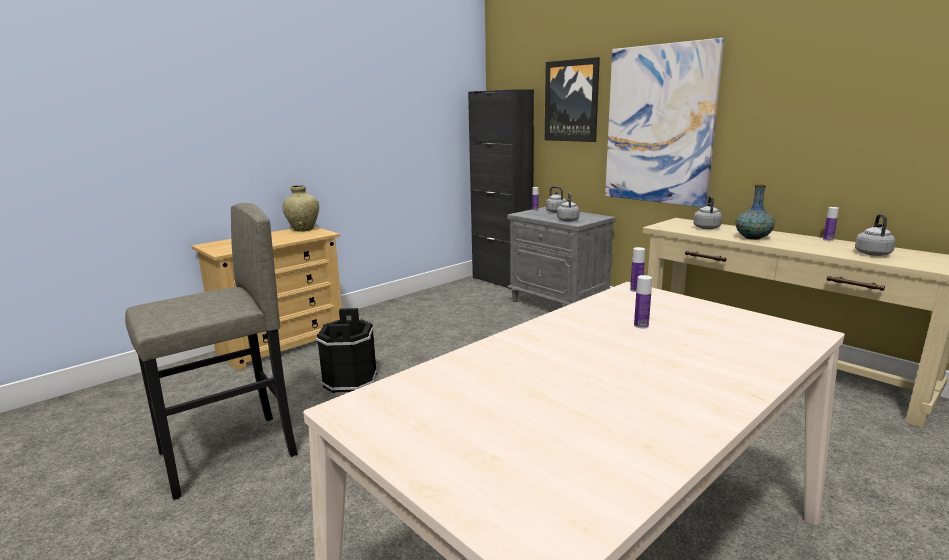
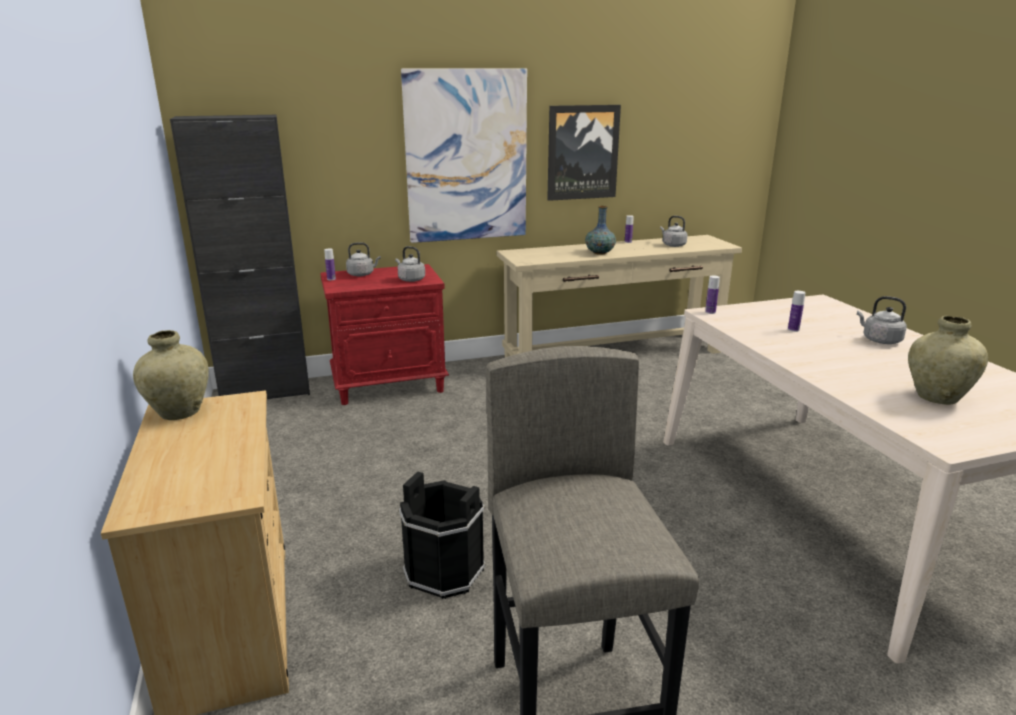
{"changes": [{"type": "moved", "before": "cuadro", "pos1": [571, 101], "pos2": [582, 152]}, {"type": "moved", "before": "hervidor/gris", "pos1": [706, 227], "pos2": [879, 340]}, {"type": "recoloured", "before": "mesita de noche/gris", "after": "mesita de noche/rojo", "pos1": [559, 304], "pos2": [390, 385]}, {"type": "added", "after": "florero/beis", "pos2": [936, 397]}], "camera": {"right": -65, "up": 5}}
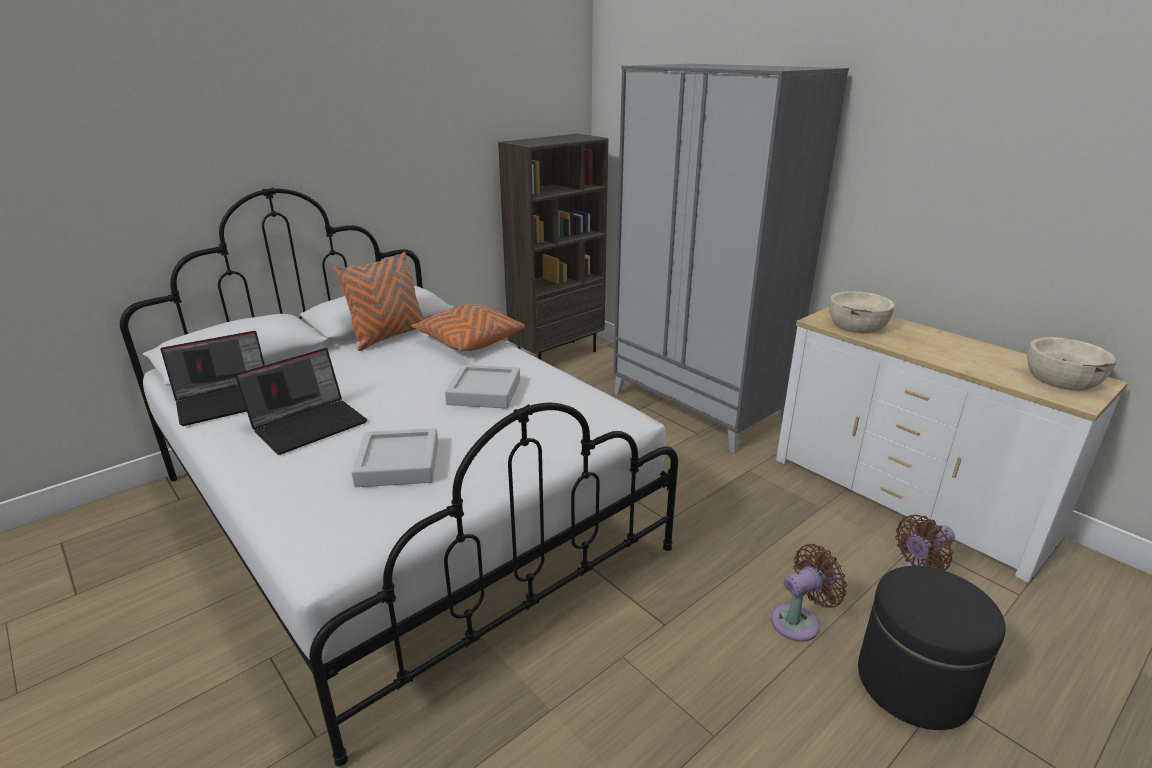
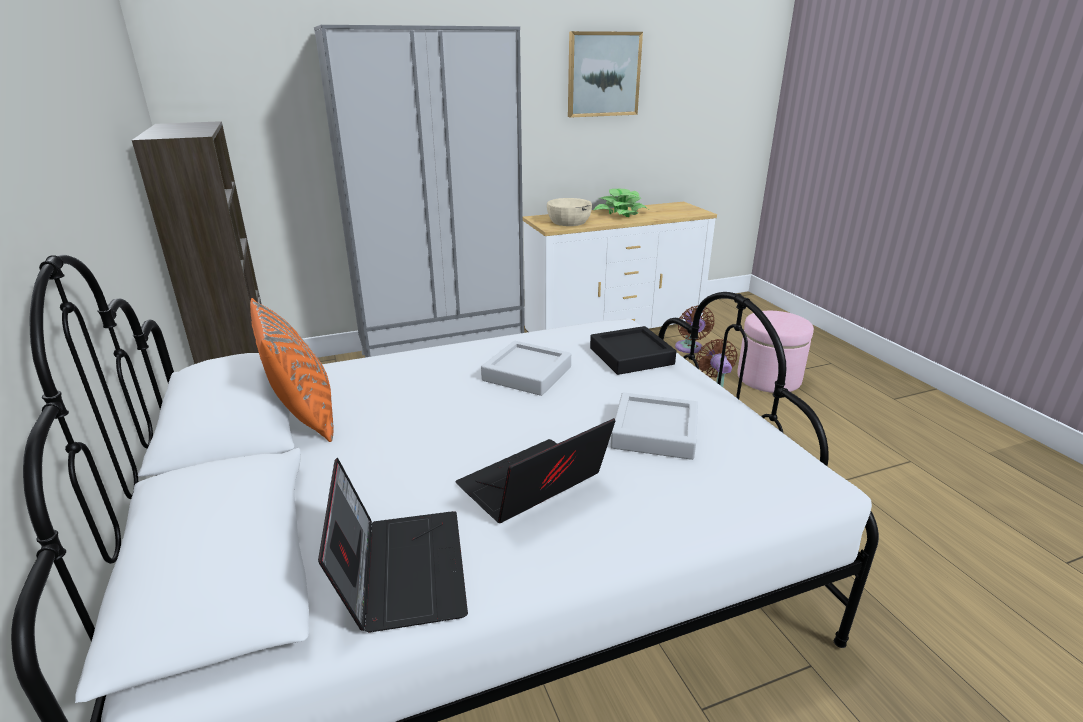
{"changes": [{"type": "removed", "before": "cojín/naranja", "pos1": [468, 341]}, {"type": "removed", "before": "cuenco/beis", "pos1": [1062, 379]}, {"type": "turned", "before": "portátil", "pos1": [309, 424], "pos2": [532, 487], "turn": -105}, {"type": "recoloured", "before": "puf/negro", "after": "puf/rosa", "pos1": [914, 683], "pos2": [768, 378]}, {"type": "added", "after": "cuadro", "pos2": [603, 74]}, {"type": "added", "after": "planta en maceta", "pos2": [620, 213]}, {"type": "added", "after": "bandeja/negro", "pos2": [631, 356]}], "camera": {"right": -70, "up": 0}}
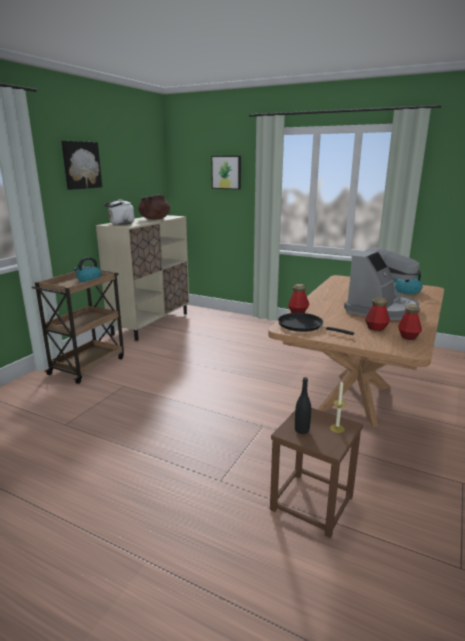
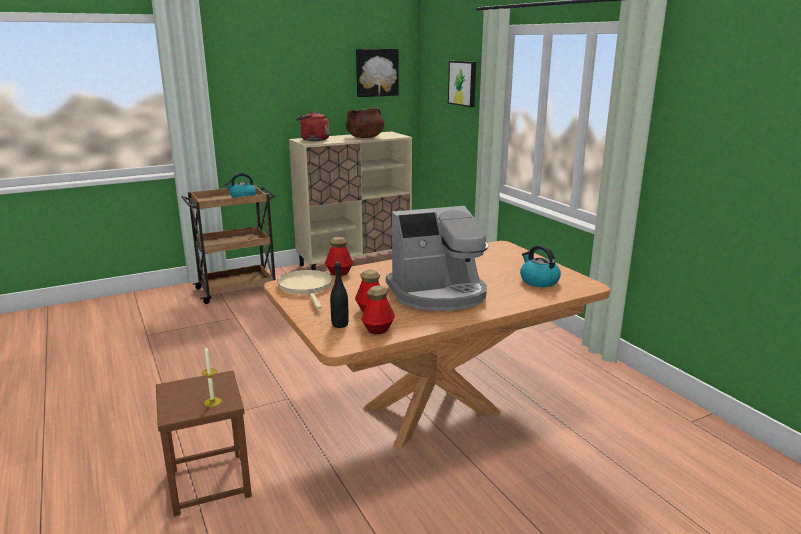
{"changes": [{"type": "moved", "before": "cuadro", "pos1": [81, 165], "pos2": [376, 72]}, {"type": "recoloured", "before": "hervidor/blanco", "after": "hervidor/rojo", "pos1": [120, 224], "pos2": [313, 140]}, {"type": "recoloured", "before": "sartén/negro", "after": "sartén/beis", "pos1": [303, 326], "pos2": [306, 287]}, {"type": "moved", "before": "botella/negro", "pos1": [301, 430], "pos2": [340, 324]}], "camera": {"right": 35, "up": 0}}
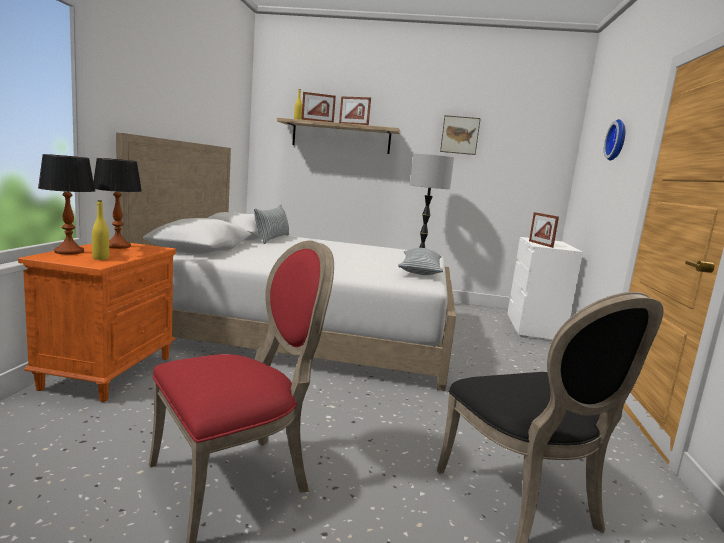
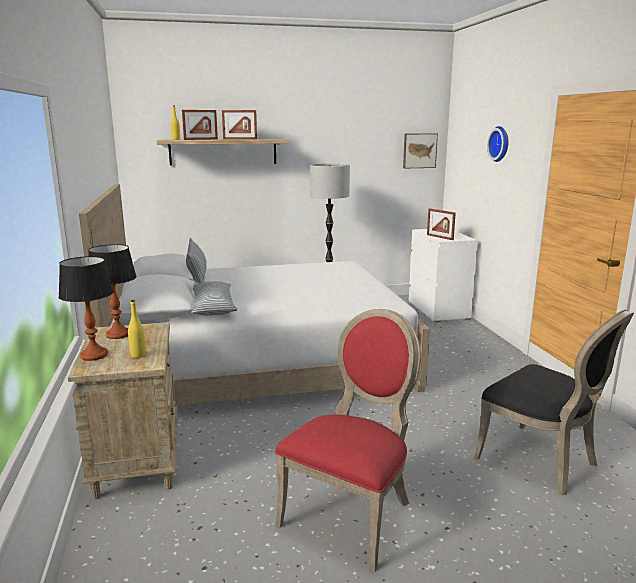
{"changes": [{"type": "moved", "before": "cuadro", "pos1": [459, 135], "pos2": [419, 150]}, {"type": "recoloured", "before": "mesita de noche/naranja", "after": "mesita de noche/beis", "pos1": [108, 372], "pos2": [137, 459]}, {"type": "moved", "before": "cojín", "pos1": [420, 270], "pos2": [213, 307]}], "camera": {"right": -20, "up": 5}}
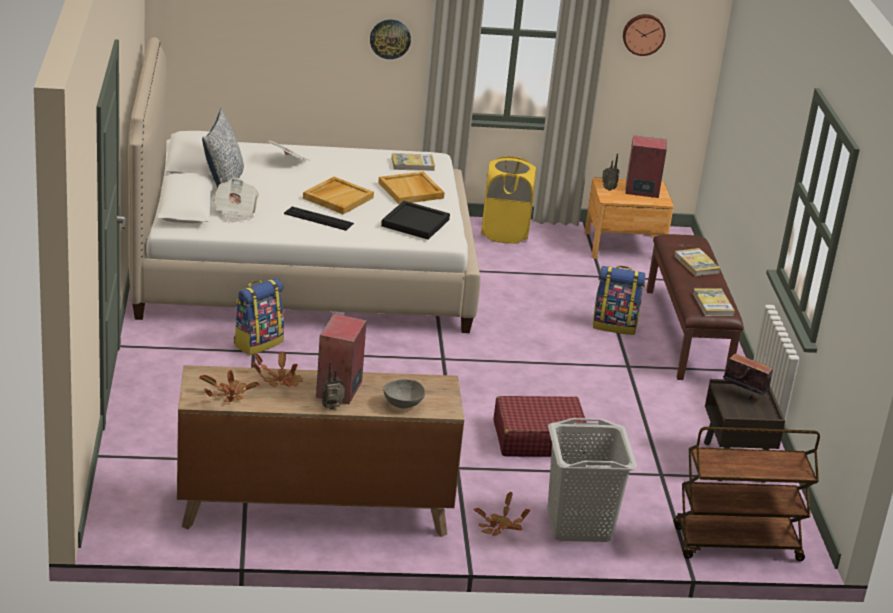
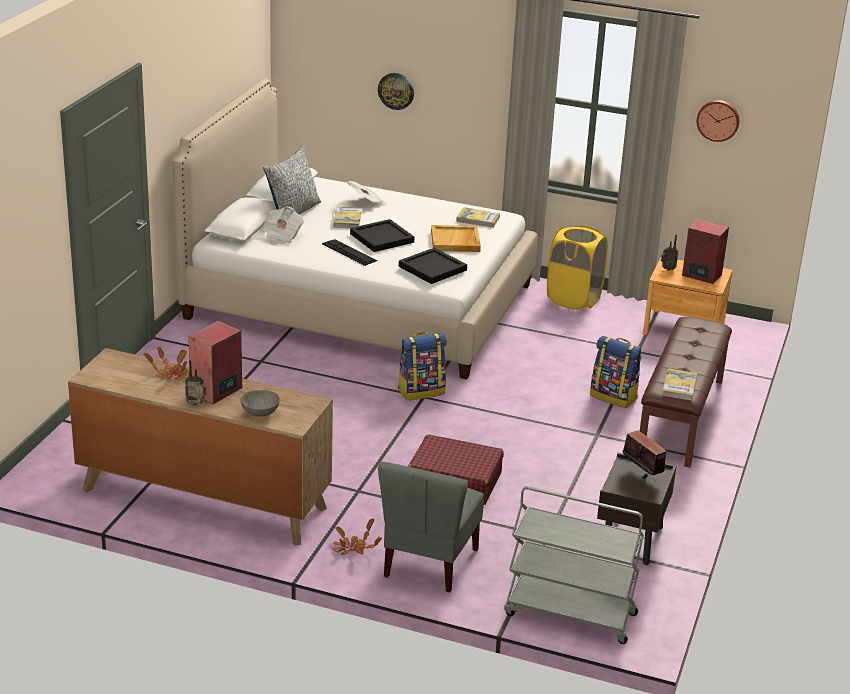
{"changes": [{"type": "moved", "before": "reloj de pared", "pos1": [390, 38], "pos2": [396, 91]}, {"type": "recoloured", "before": "bandeja/beis", "after": "bandeja/negro", "pos1": [338, 198], "pos2": [382, 238]}, {"type": "moved", "before": "libro", "pos1": [696, 264], "pos2": [347, 219]}, {"type": "moved", "before": "mochila", "pos1": [258, 343], "pos2": [421, 391]}, {"type": "removed", "before": "planta en maceta", "pos1": [228, 395]}, {"type": "replaced", "before": "cesto de la ropa/gris", "after": "silla/gris", "pos1": [578, 525], "pos2": [429, 563]}, {"type": "recoloured", "before": "carrito/marrón", "after": "carrito/gris", "pos1": [736, 545], "pos2": [569, 614]}], "camera": {"right": 25, "up": 0}}
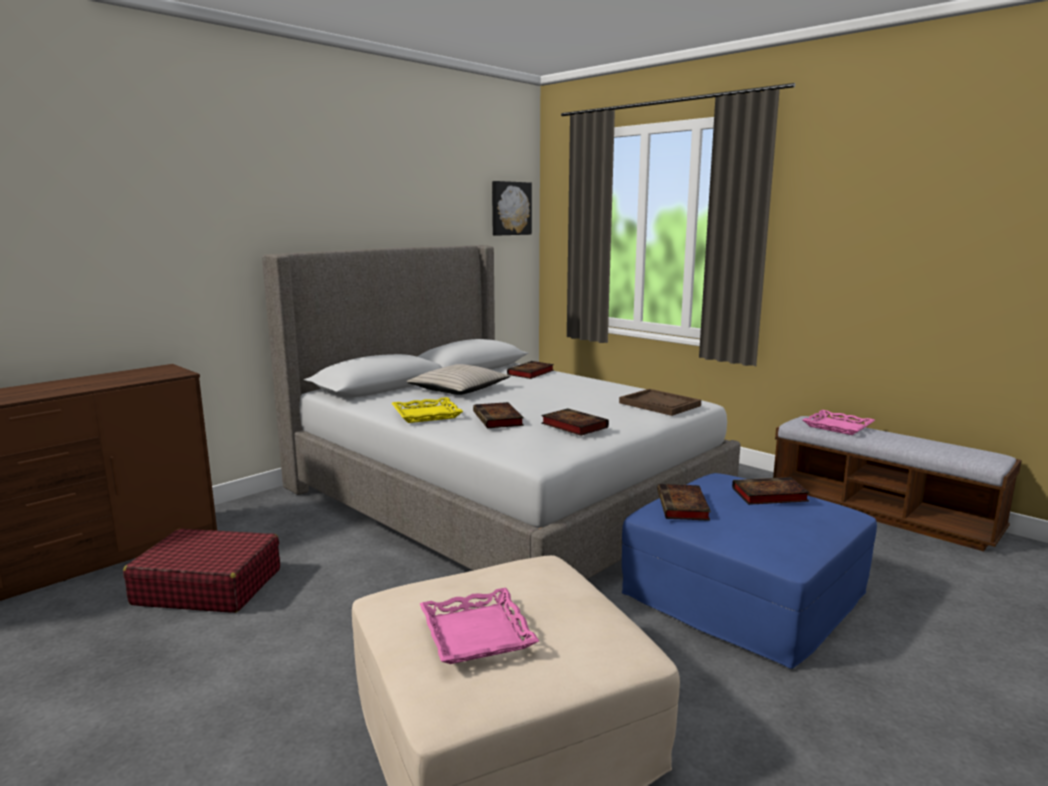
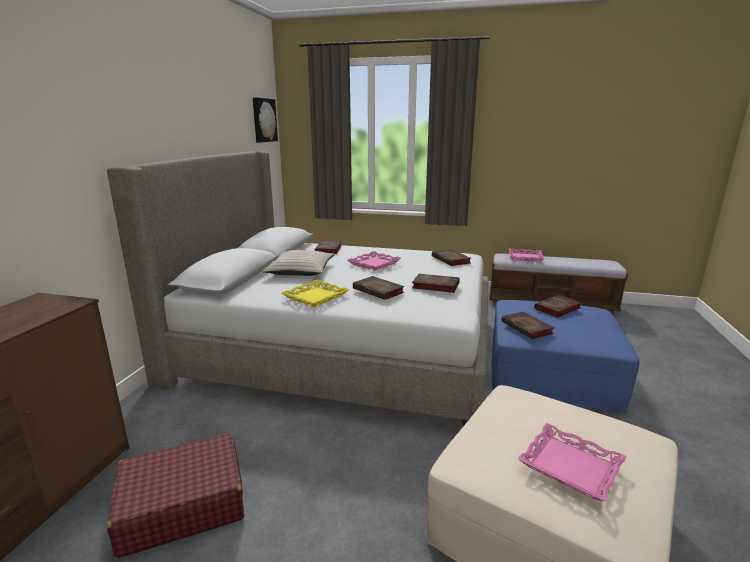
{"changes": [{"type": "replaced", "before": "bandeja/marrón", "after": "libro", "pos1": [660, 404], "pos2": [451, 260]}, {"type": "added", "after": "bandeja/rosa", "pos2": [374, 264]}], "camera": {"right": -30, "up": 5}}
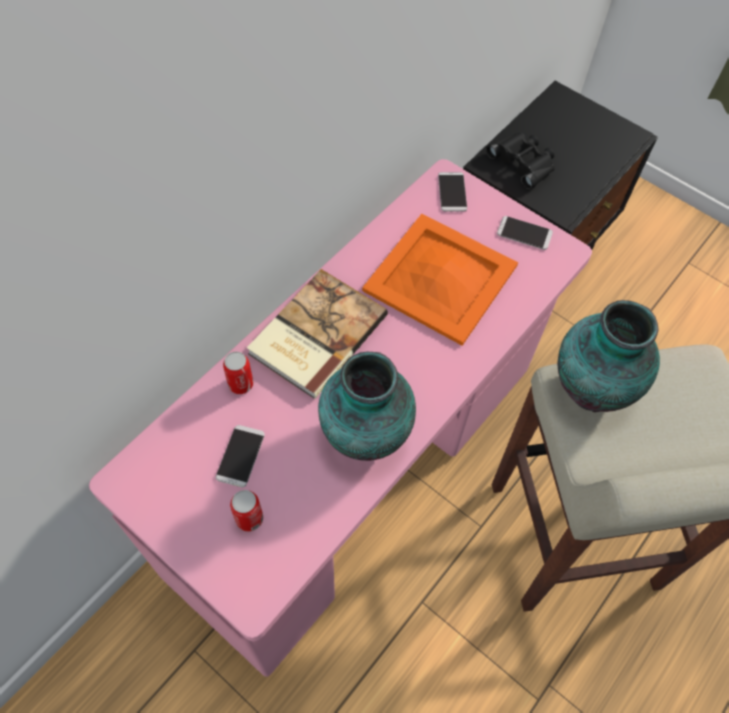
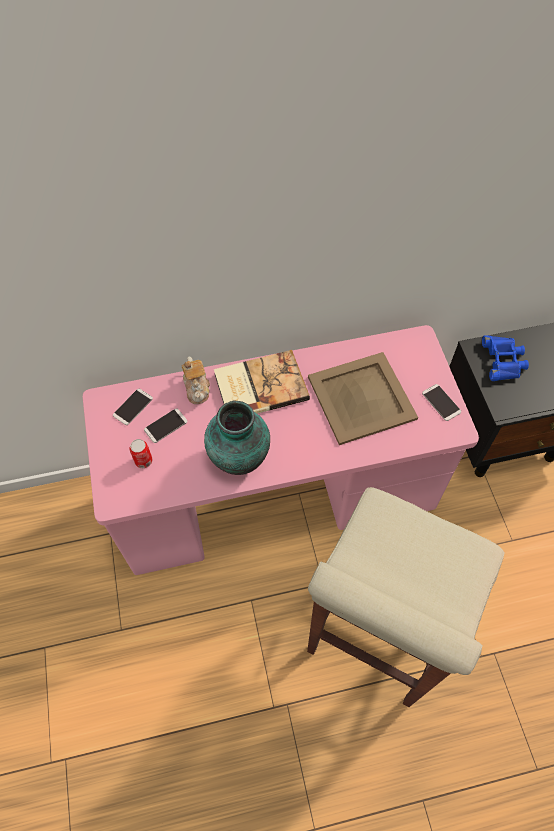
{"changes": [{"type": "recoloured", "before": "prismáticos/negro", "after": "prismáticos/azul", "pos1": [523, 162], "pos2": [503, 361]}, {"type": "moved", "before": "móvil", "pos1": [452, 192], "pos2": [133, 407]}, {"type": "recoloured", "before": "bandeja/naranja", "after": "bandeja/beis", "pos1": [440, 277], "pos2": [362, 397]}, {"type": "removed", "before": "florero", "pos1": [591, 387]}, {"type": "replaced", "before": "lata", "after": "tetera", "pos1": [240, 384], "pos2": [197, 388]}], "camera": {"right": 40, "up": 0}}
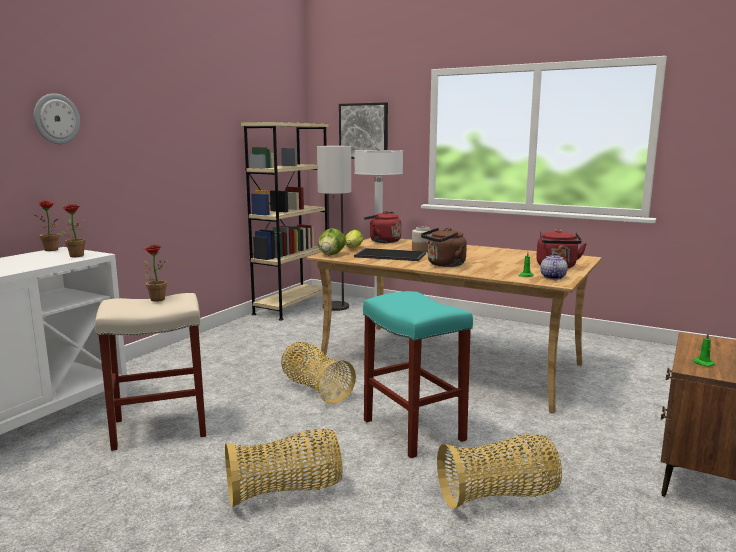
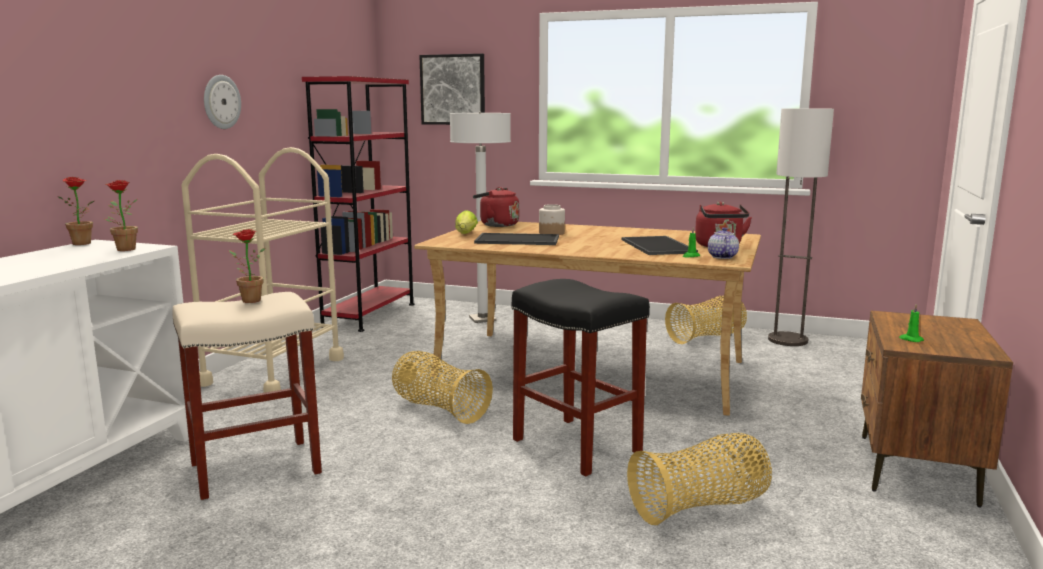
{"changes": [{"type": "moved", "before": "reloj de pared", "pos1": [56, 119], "pos2": [221, 102]}, {"type": "recoloured", "before": "estantería/beis", "after": "estantería/rojo", "pos1": [292, 307], "pos2": [369, 315]}, {"type": "moved", "before": "lámpara de pie", "pos1": [336, 307], "pos2": [788, 340]}, {"type": "removed", "before": "lechuga", "pos1": [331, 255]}, {"type": "removed", "before": "hervidor/marrón", "pos1": [444, 265]}, {"type": "recoloured", "before": "taburete/turquesa", "after": "taburete/negro", "pos1": [415, 430], "pos2": [578, 446]}, {"type": "moved", "before": "cesta", "pos1": [286, 491], "pos2": [707, 338]}, {"type": "added", "after": "carrito/beis", "pos2": [273, 371]}, {"type": "added", "after": "bandeja", "pos2": [659, 246]}], "camera": {"right": -10, "up": 0}}
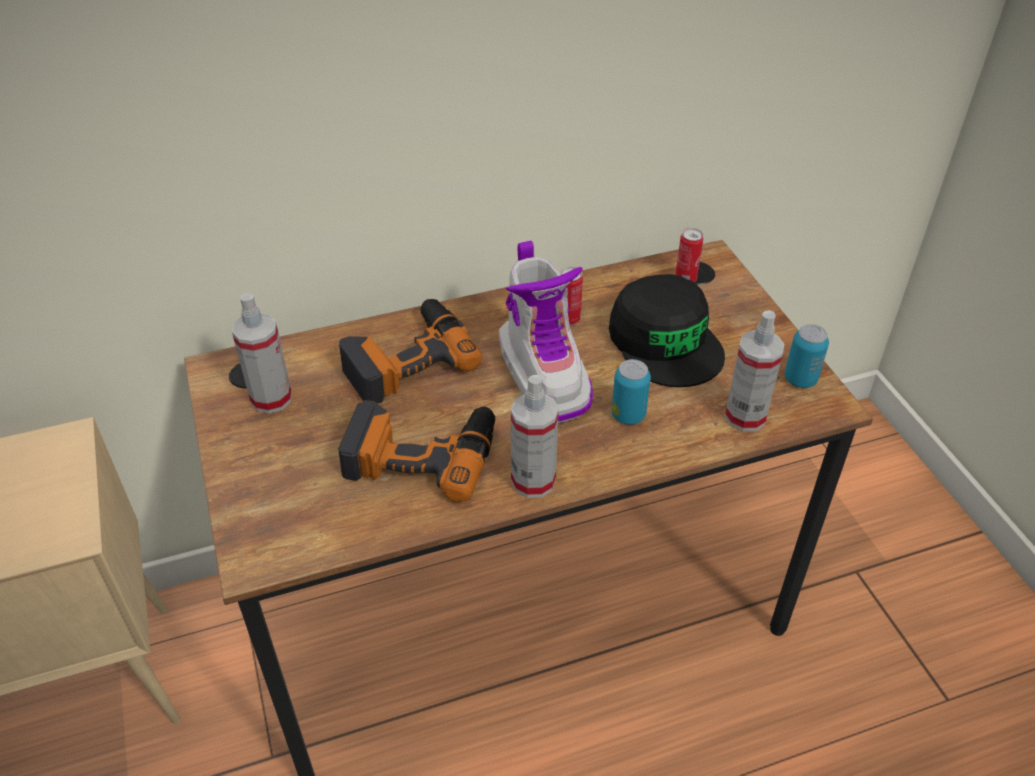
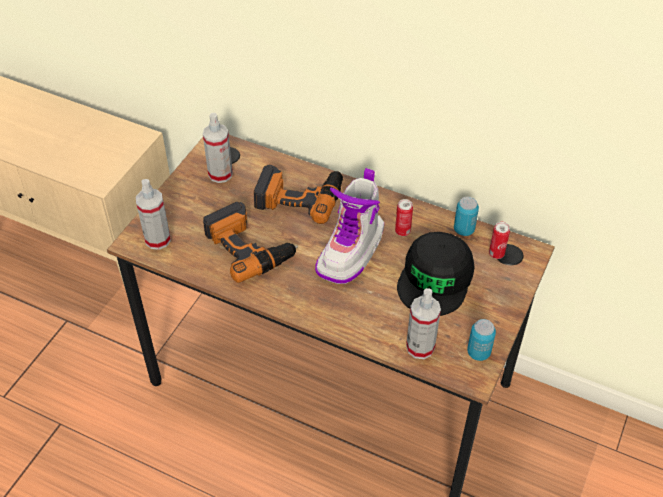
{"changes": [{"type": "moved", "before": "lata", "pos1": [628, 415], "pos2": [464, 229]}, {"type": "moved", "before": "pulverizador", "pos1": [533, 481], "pos2": [158, 239]}], "camera": {"right": 45, "up": 5}}
